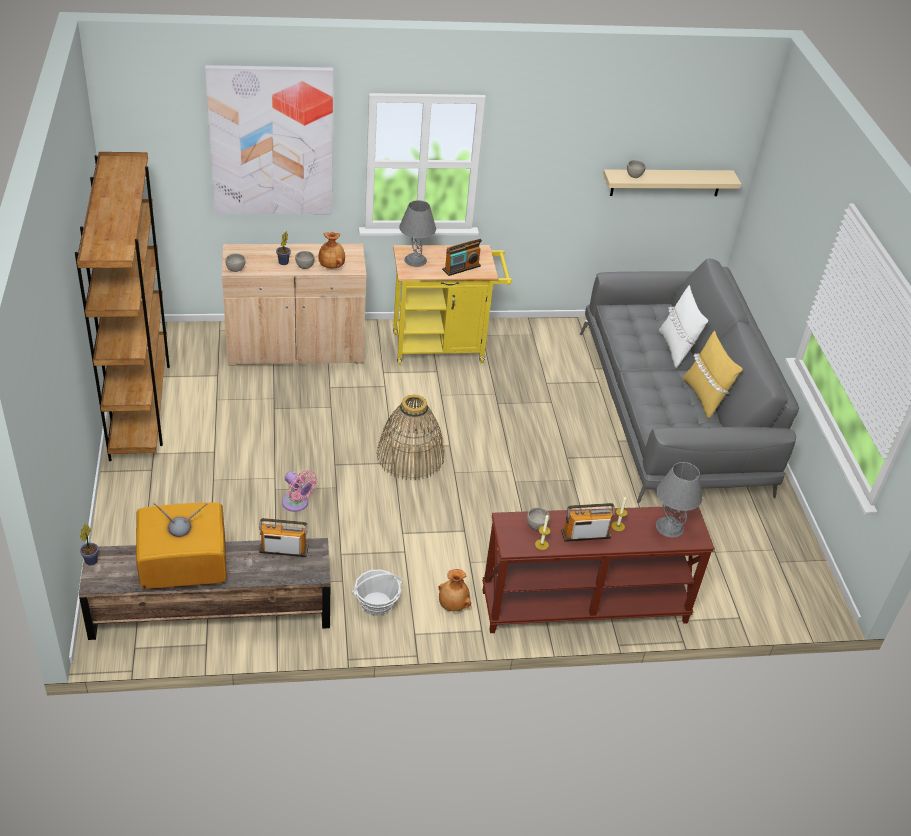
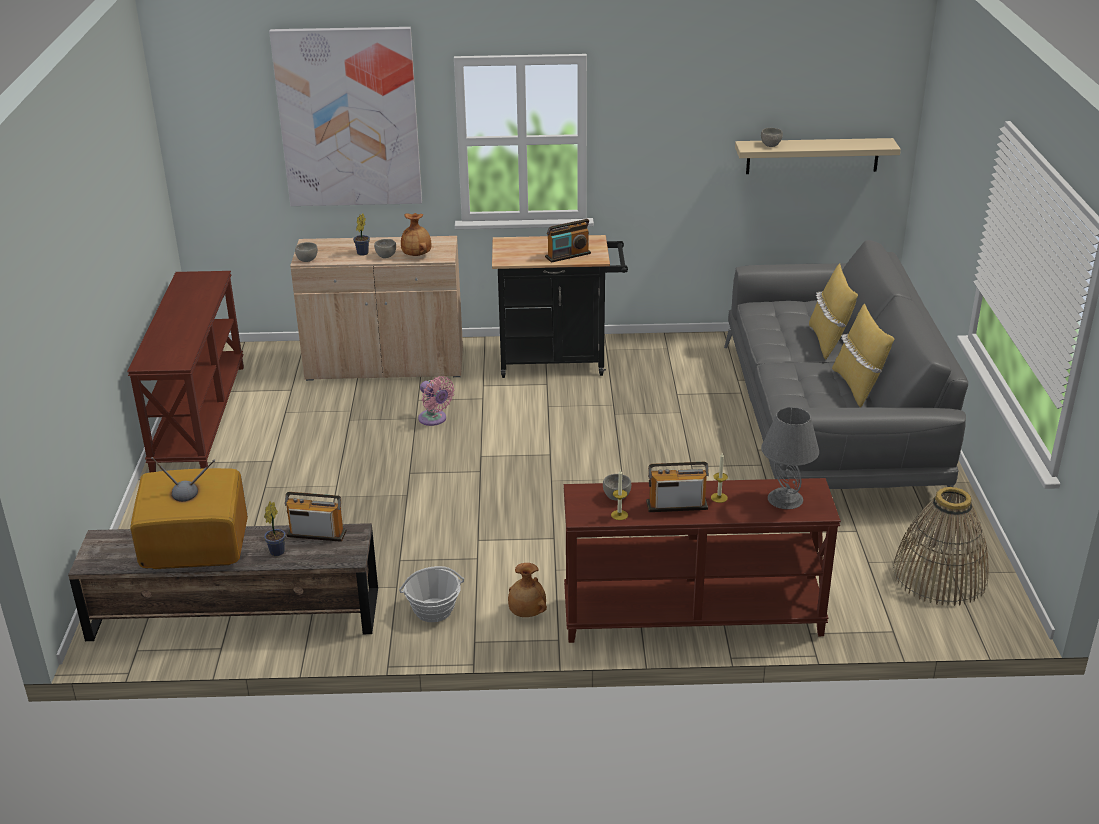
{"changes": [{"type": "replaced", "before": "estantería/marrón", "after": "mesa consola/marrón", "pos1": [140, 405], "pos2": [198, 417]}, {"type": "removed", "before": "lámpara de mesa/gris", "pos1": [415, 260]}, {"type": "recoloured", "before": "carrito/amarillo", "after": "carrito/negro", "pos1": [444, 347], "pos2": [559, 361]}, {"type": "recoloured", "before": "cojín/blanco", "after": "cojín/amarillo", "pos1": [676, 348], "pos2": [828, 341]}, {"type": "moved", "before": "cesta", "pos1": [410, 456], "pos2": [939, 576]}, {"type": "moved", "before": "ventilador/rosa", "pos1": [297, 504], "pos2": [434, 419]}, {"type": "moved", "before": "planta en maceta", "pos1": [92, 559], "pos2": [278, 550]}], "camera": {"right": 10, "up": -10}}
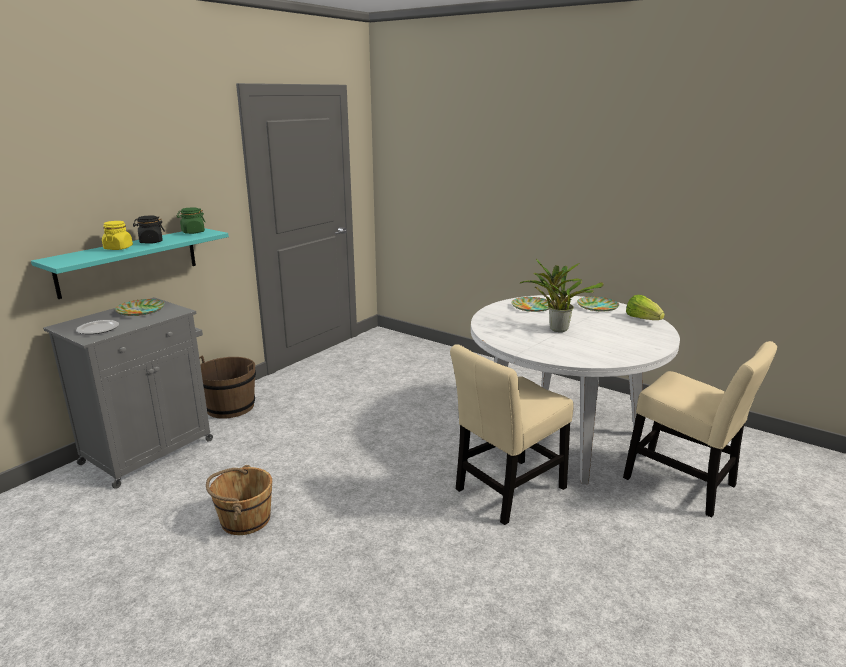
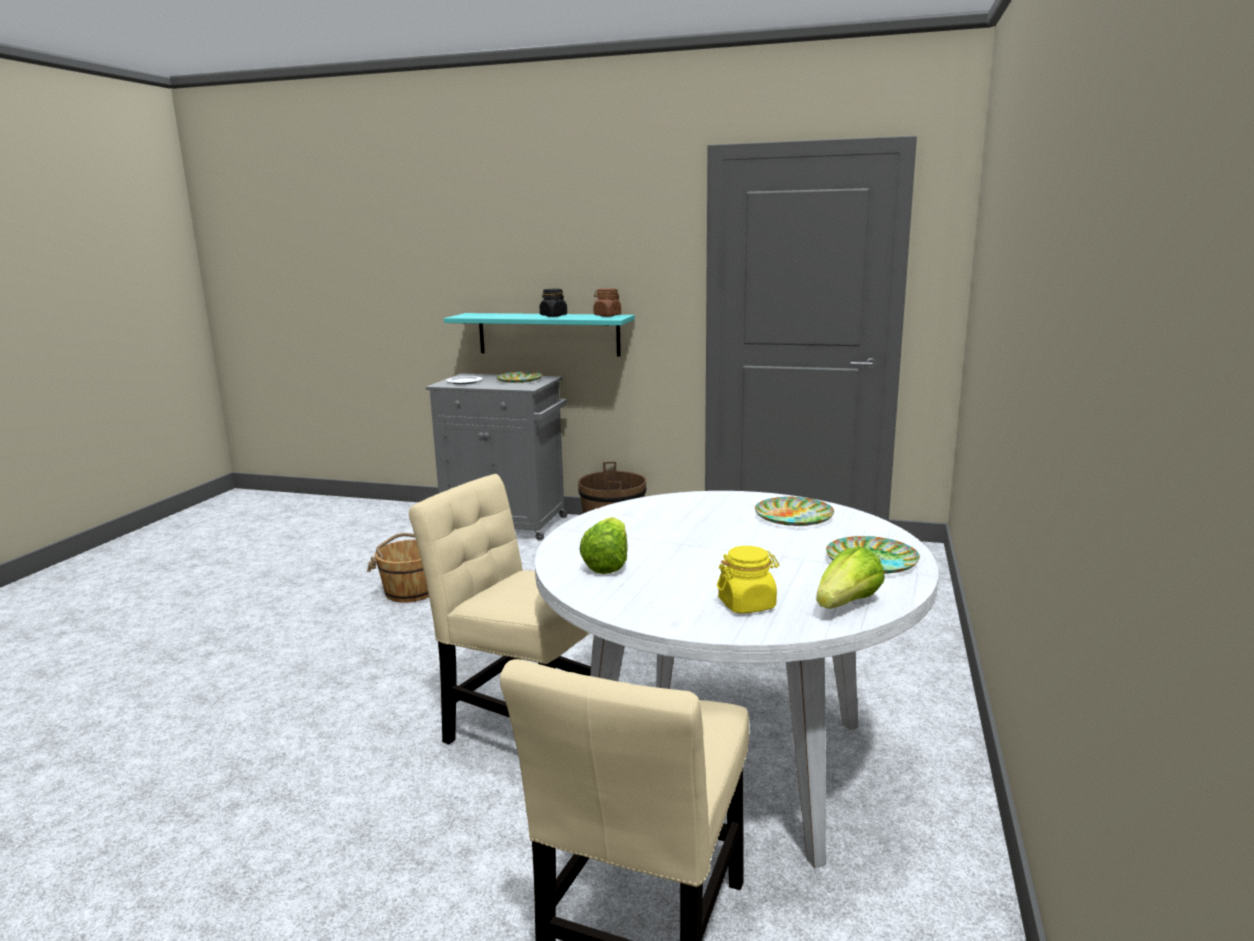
{"changes": [{"type": "recoloured", "before": "tarro/verde", "after": "tarro/marrón", "pos1": [193, 232], "pos2": [607, 316]}, {"type": "moved", "before": "tarro/amarillo", "pos1": [118, 248], "pos2": [747, 604]}, {"type": "removed", "before": "planta en maceta", "pos1": [556, 328]}, {"type": "added", "after": "lechuga", "pos2": [607, 563]}], "camera": {"right": 70, "up": -5}}
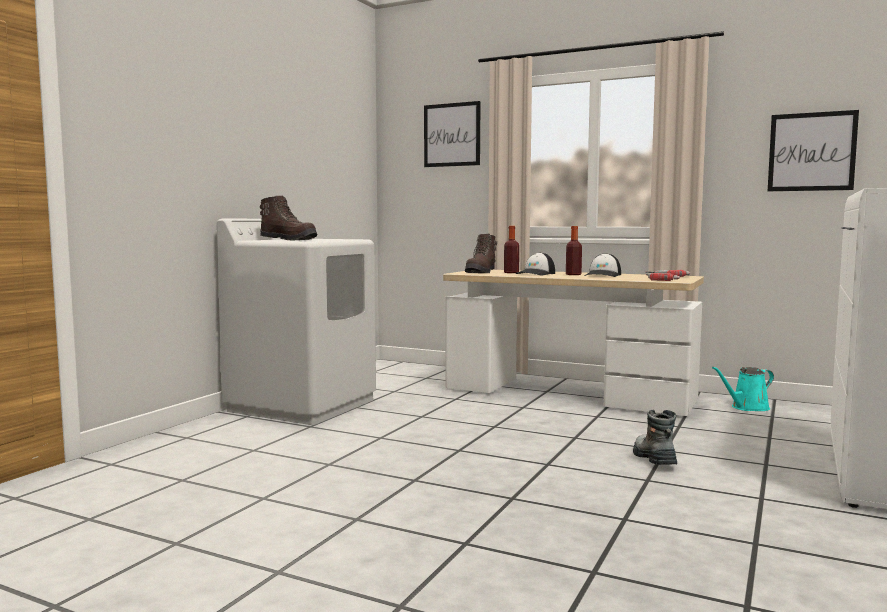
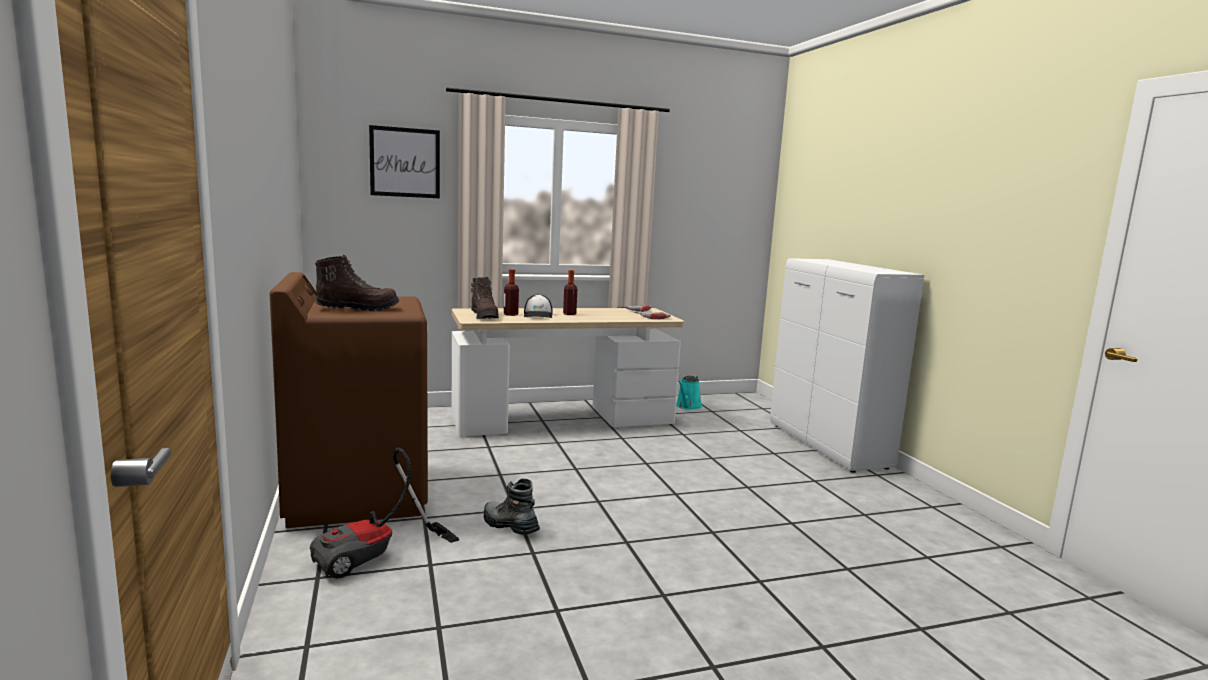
{"changes": [{"type": "removed", "before": "cuadro", "pos1": [811, 152]}, {"type": "recoloured", "before": "lavadora/blanco", "after": "lavadora/marrón", "pos1": [302, 405], "pos2": [357, 494]}, {"type": "removed", "before": "gorra", "pos1": [603, 275]}, {"type": "moved", "before": "bota", "pos1": [653, 459], "pos2": [509, 526]}, {"type": "added", "after": "aspiradora", "pos2": [376, 557]}], "camera": {"right": -45, "up": 5}}
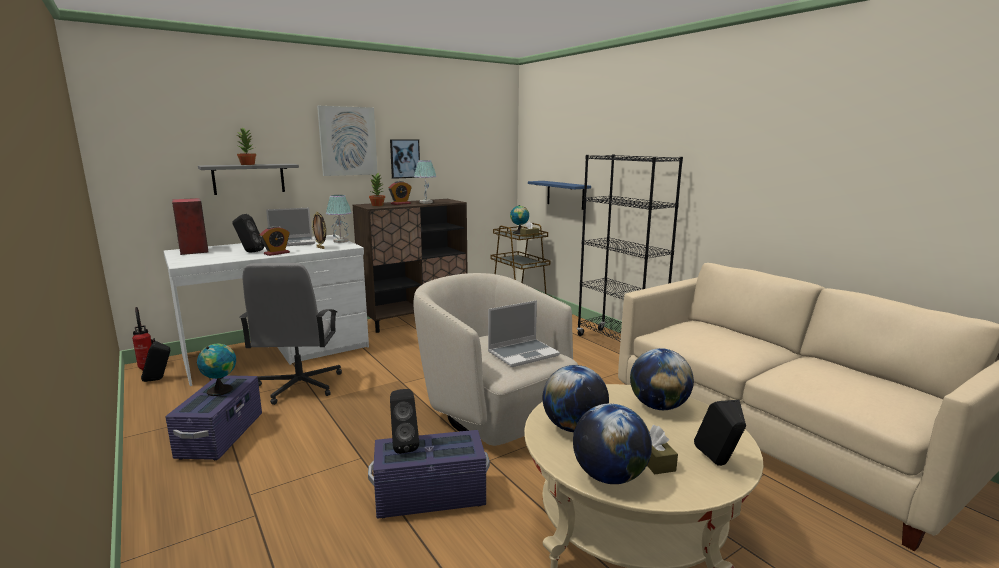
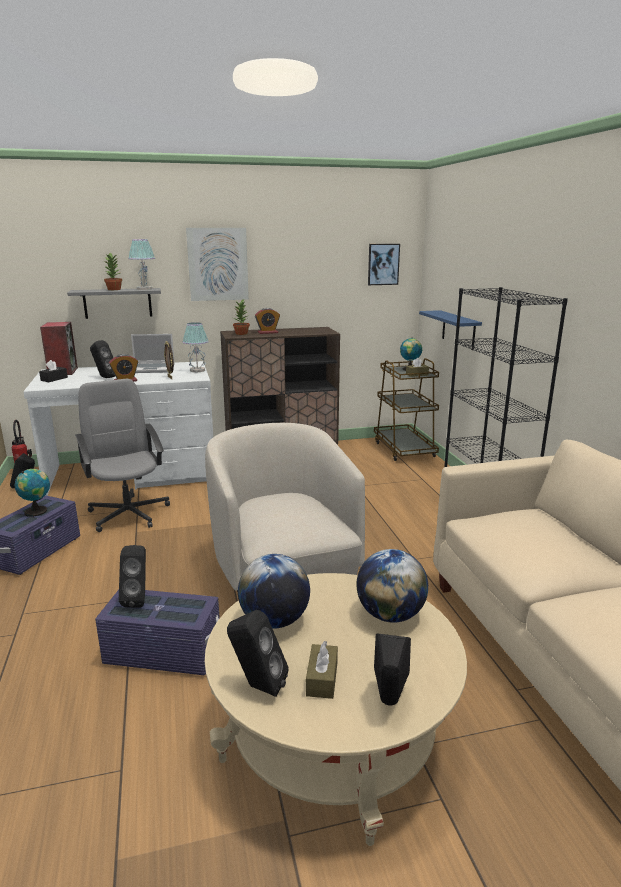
{"changes": [{"type": "moved", "before": "cuadro", "pos1": [404, 158], "pos2": [383, 264]}, {"type": "moved", "before": "lámpara de mesa", "pos1": [425, 202], "pos2": [144, 289]}, {"type": "turned", "before": "silla de oficina/gris", "pos1": [299, 386], "pos2": [128, 513], "turn": 135}, {"type": "removed", "before": "portátil", "pos1": [523, 353]}, {"type": "replaced", "before": "globo terráqueo", "after": "altavoz/negro", "pos1": [609, 476], "pos2": [257, 686]}, {"type": "added", "after": "caja de pañuelos/negro", "pos2": [54, 379]}], "camera": {"right": 20, "up": 5}}
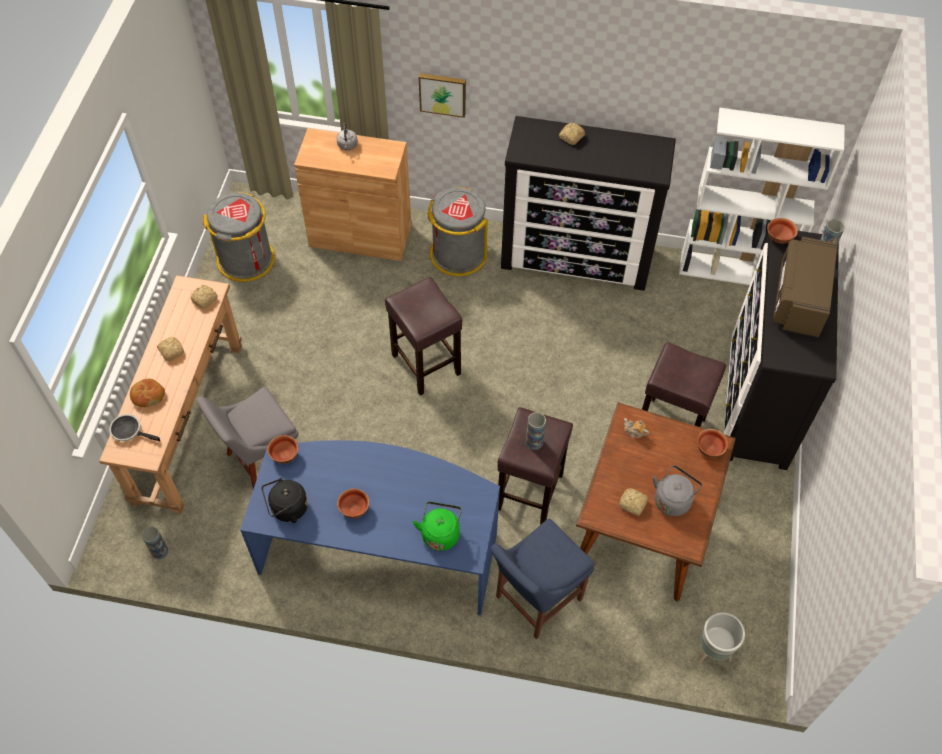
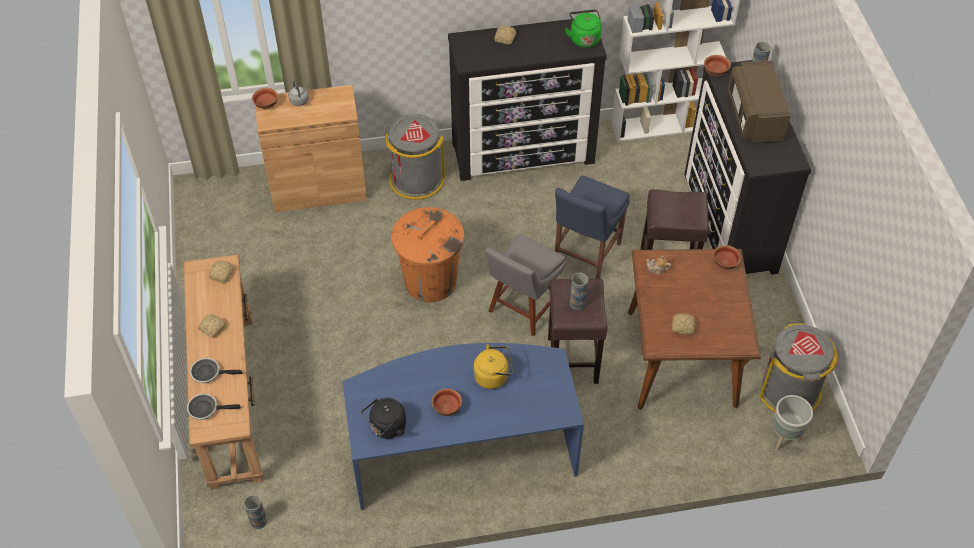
{"changes": [{"type": "removed", "before": "cuadro", "pos1": [443, 93]}, {"type": "moved", "before": "papelera/gris", "pos1": [246, 259], "pos2": [790, 391]}, {"type": "replaced", "before": "taburete/marrón", "after": "papelera/naranja", "pos1": [425, 363], "pos2": [430, 281]}, {"type": "replaced", "before": "pan", "after": "sartén", "pos1": [148, 395], "pos2": [208, 373]}, {"type": "moved", "before": "silla/gris", "pos1": [261, 463], "pos2": [522, 309]}, {"type": "moved", "before": "cuenco", "pos1": [284, 455], "pos2": [266, 105]}, {"type": "removed", "before": "hervidor/gris", "pos1": [673, 499]}, {"type": "moved", "before": "hervidor/verde", "pos1": [440, 533], "pos2": [584, 38]}, {"type": "moved", "before": "silla/azul", "pos1": [535, 600], "pos2": [585, 254]}, {"type": "added", "after": "hervidor/amarillo", "pos2": [493, 376]}], "camera": {"right": -20, "up": -5}}
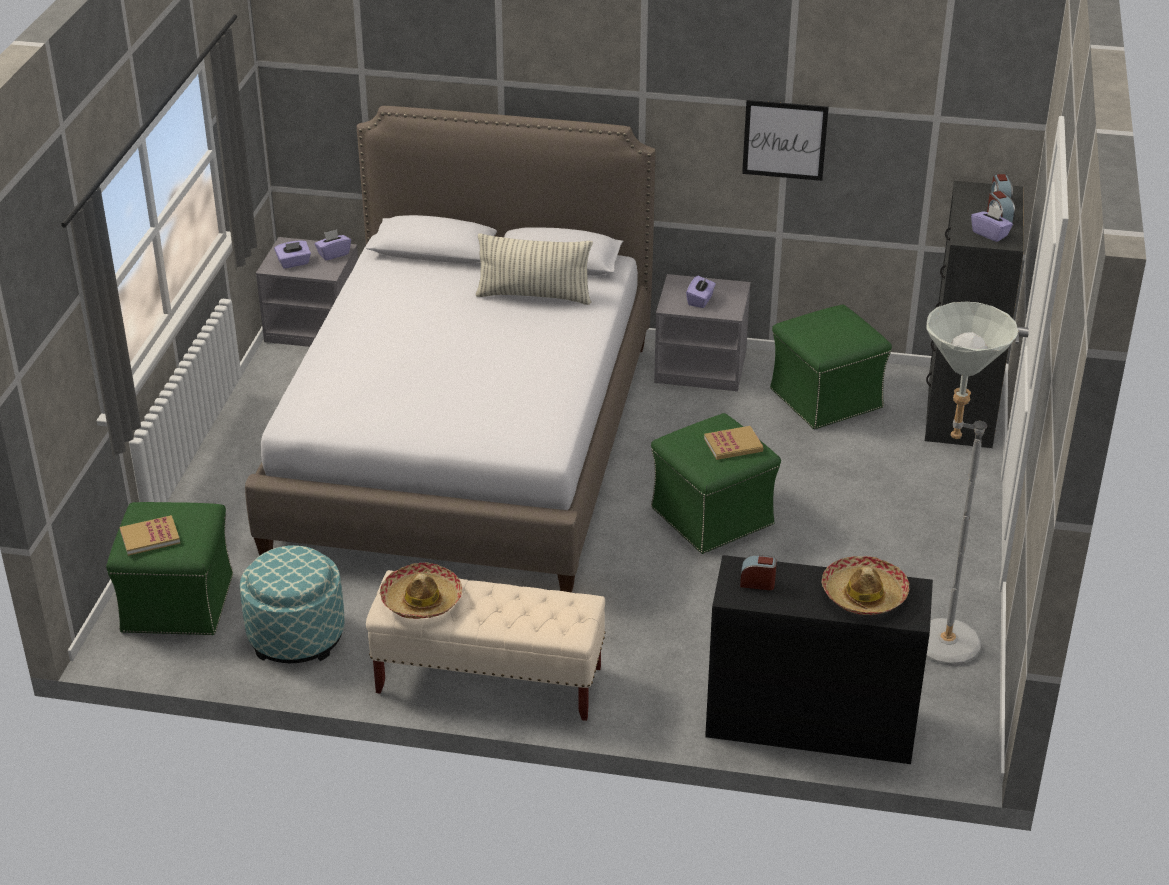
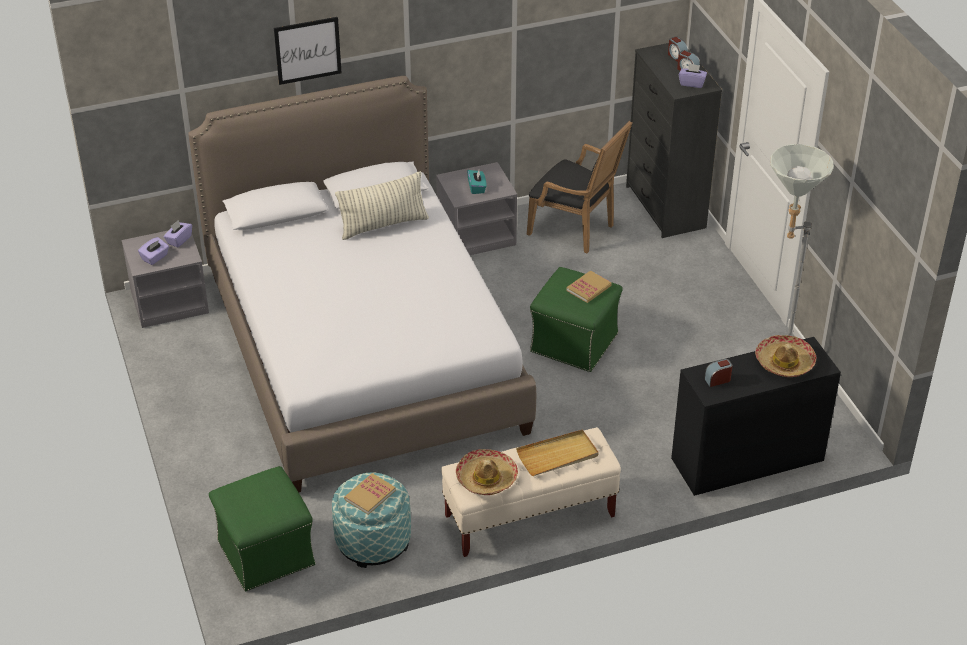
{"changes": [{"type": "moved", "before": "cuadro", "pos1": [784, 140], "pos2": [307, 50]}, {"type": "recoloured", "before": "caja de pañuelos/morado", "after": "caja de pañuelos/turquesa", "pos1": [700, 300], "pos2": [477, 187]}, {"type": "replaced", "before": "puf/verde", "after": "sillón/negro", "pos1": [825, 399], "pos2": [576, 230]}, {"type": "moved", "before": "libro", "pos1": [150, 537], "pos2": [370, 495]}, {"type": "added", "after": "bandeja/beis", "pos2": [558, 455]}], "camera": {"right": -30, "up": 5}}
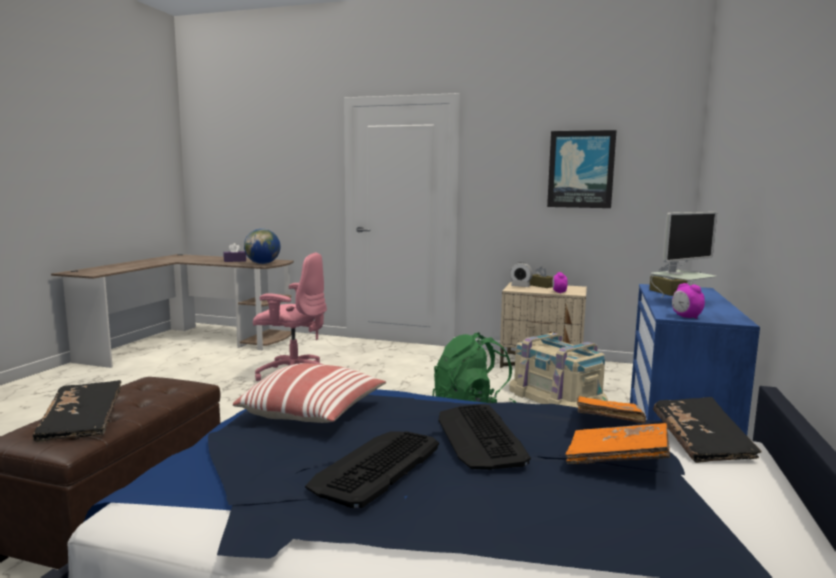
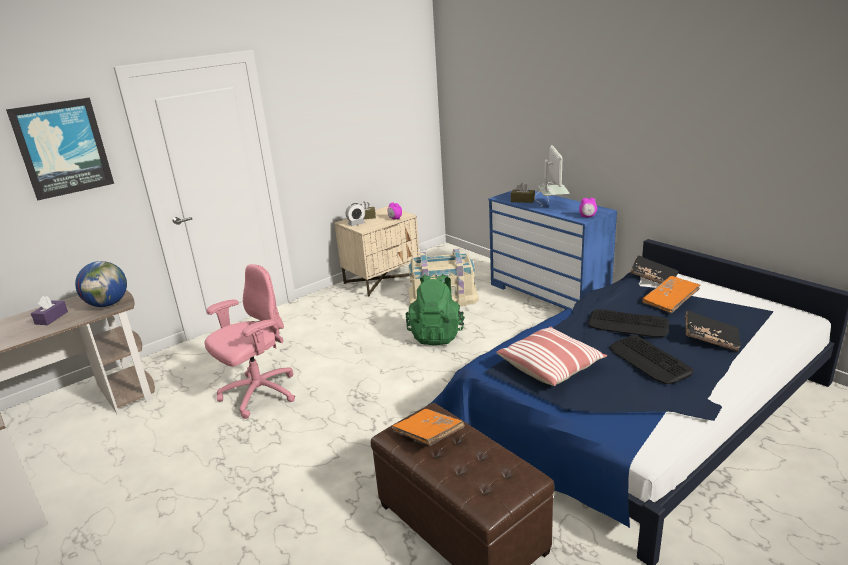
{"changes": [{"type": "moved", "before": "cuadro", "pos1": [581, 169], "pos2": [62, 148]}, {"type": "moved", "before": "libro/negro", "pos1": [82, 424], "pos2": [710, 339]}, {"type": "moved", "before": "libro/naranja", "pos1": [607, 423], "pos2": [428, 436]}], "camera": {"right": -55, "up": 15}}
